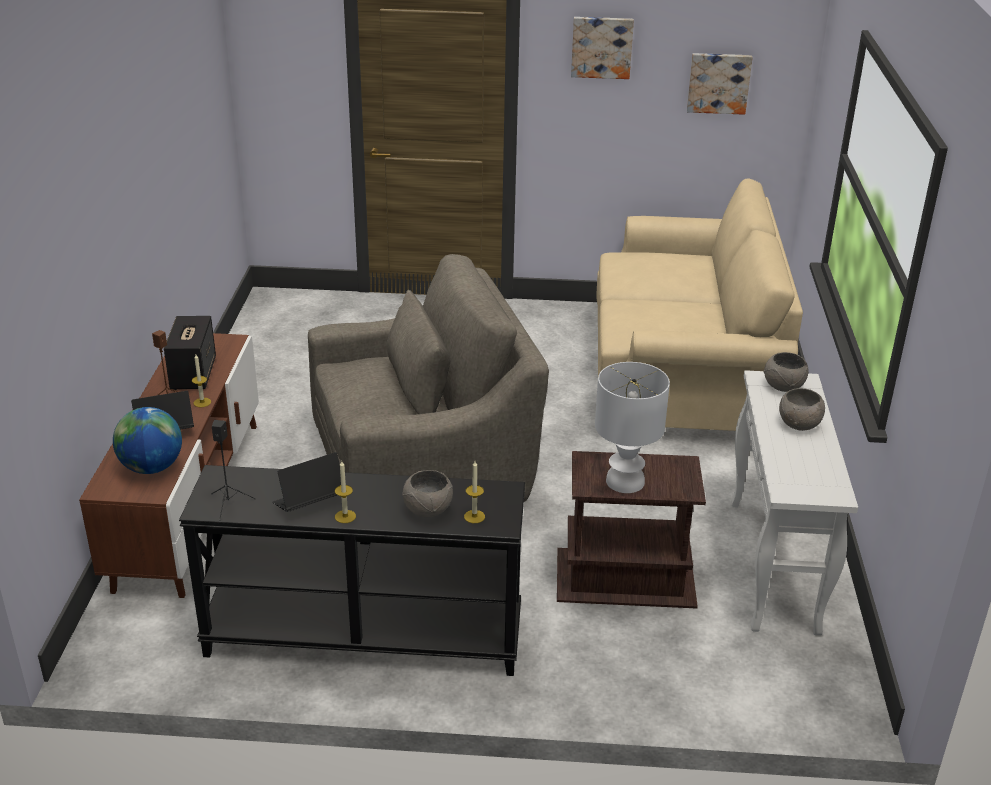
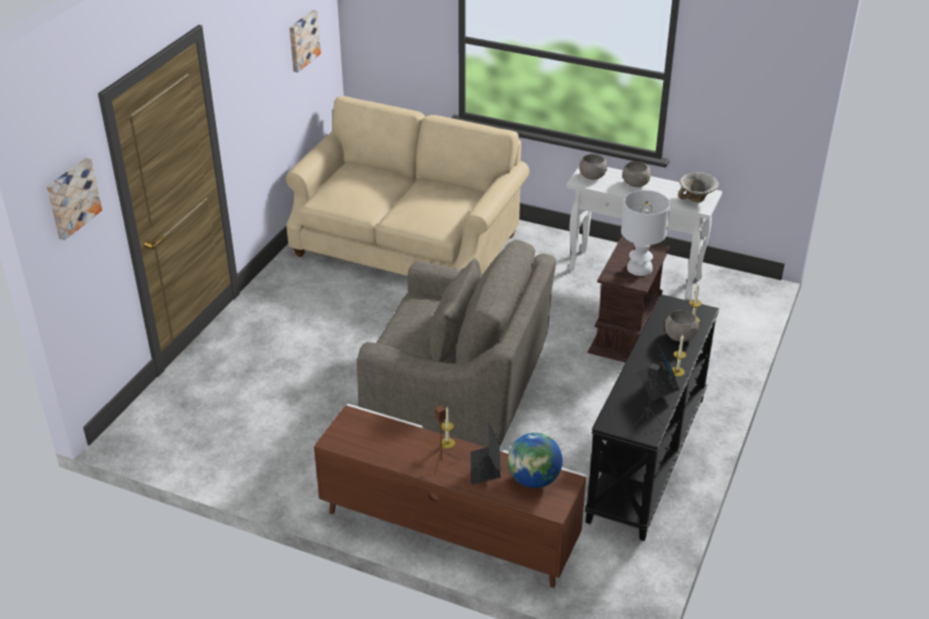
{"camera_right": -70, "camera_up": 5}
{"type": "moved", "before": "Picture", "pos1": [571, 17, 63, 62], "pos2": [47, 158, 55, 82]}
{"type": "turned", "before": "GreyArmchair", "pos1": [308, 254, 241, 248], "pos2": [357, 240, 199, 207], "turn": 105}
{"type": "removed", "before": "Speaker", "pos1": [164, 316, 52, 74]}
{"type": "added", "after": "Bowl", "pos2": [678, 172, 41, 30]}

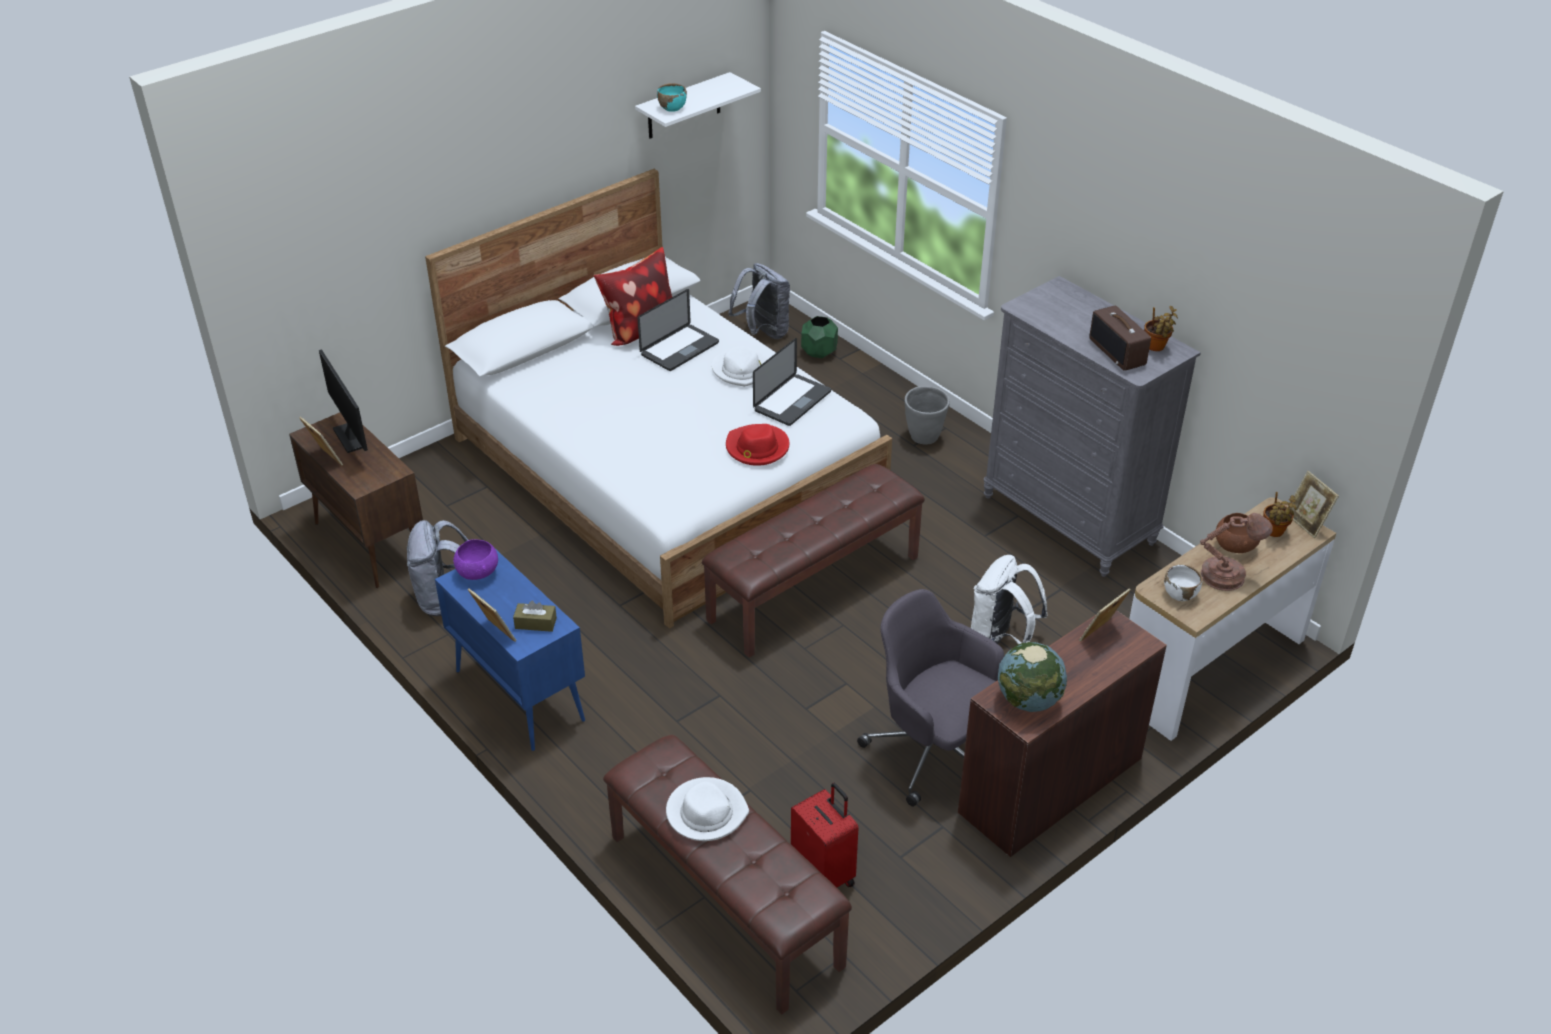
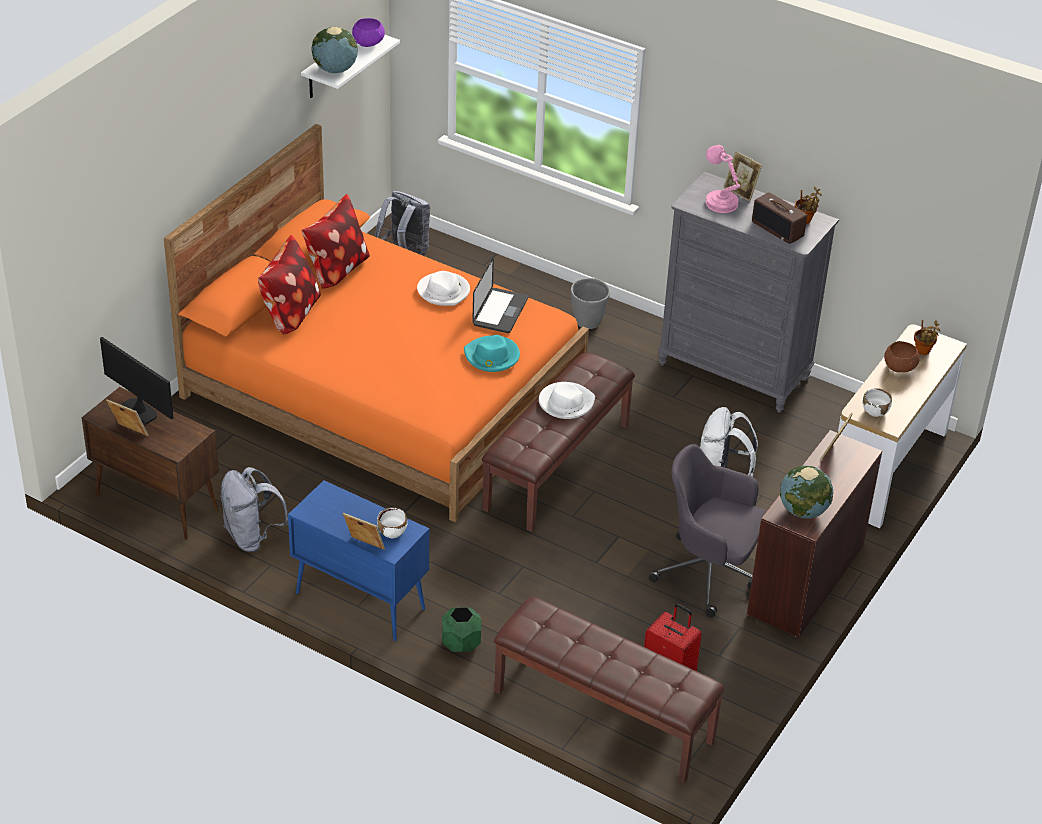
{"camera_right": -20, "camera_up": 0}
{"type": "replaced", "before": "TurquoiseBowl", "after": "Globe", "pos1": [657, 83, 30, 29], "pos2": [311, 27, 47, 46]}
{"type": "recoloured", "before": "WhiteBed", "after": "OrangeBed", "pos1": [425, 169, 467, 460], "pos2": [164, 124, 425, 398]}
{"type": "removed", "before": "Laptop", "pos1": [637, 289, 82, 82]}
{"type": "moved", "before": "GreenPlanter", "pos1": [801, 316, 37, 42], "pos2": [442, 607, 39, 45]}
{"type": "recoloured", "before": "RedHat", "after": "TurquoiseHat", "pos1": [726, 424, 63, 42], "pos2": [464, 335, 56, 37]}
{"type": "moved", "before": "PictureFrame", "pos1": [1290, 471, 49, 67], "pos2": [724, 151, 38, 50]}
{"type": "removed", "before": "BrownTableLamp", "pos1": [1200, 513, 73, 78]}
{"type": "moved", "before": "PurpleBowl", "pos1": [453, 539, 45, 41], "pos2": [352, 18, 33, 29]}
{"type": "replaced", "before": "BrownTissueBox", "after": "WhiteBowl", "pos1": [513, 600, 44, 32], "pos2": [377, 507, 30, 31]}
{"type": "moved", "before": "WhiteHat", "pos1": [666, 777, 83, 64], "pos2": [539, 382, 56, 37]}
{"type": "added", "after": "PinkTableLamp", "pos2": [706, 145, 34, 68]}
{"type": "added", "after": "Pillow", "pos2": [258, 235, 63, 99]}

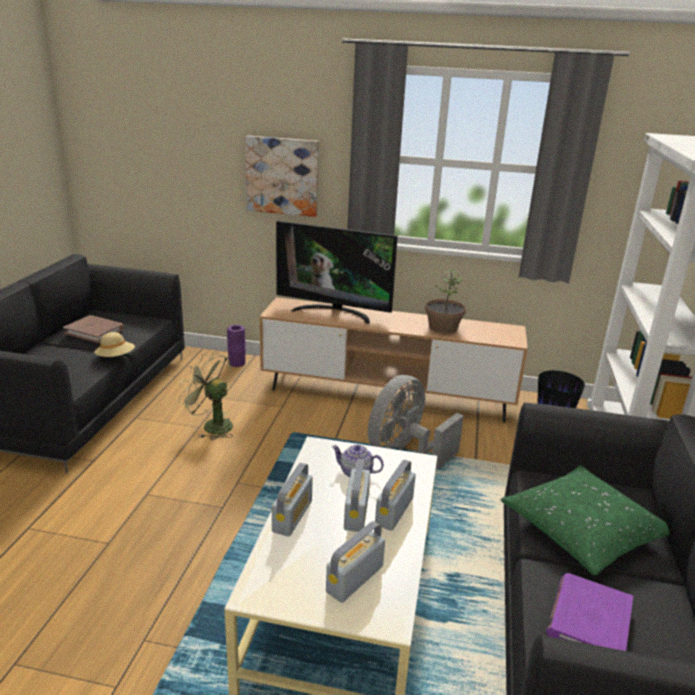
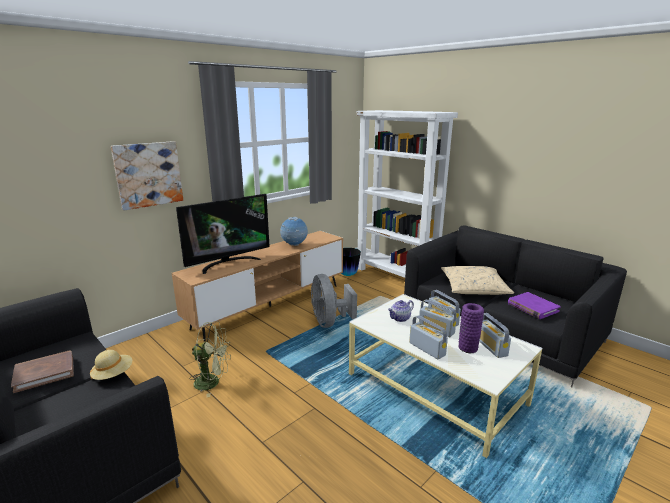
{"camera_right": -55, "camera_up": -5}
{"type": "replaced", "before": "PottedPlant", "after": "Globe", "pos1": [425, 270, 41, 63], "pos2": [280, 217, 28, 29]}
{"type": "moved", "before": "PurpleVase", "pos1": [227, 325, 19, 42], "pos2": [458, 303, 26, 50]}
{"type": "turned", "before": "GreenFan", "pos1": [178, 352, 55, 88], "pos2": [189, 322, 42, 75], "turn": -150}
{"type": "recoloured", "before": "GreenPillow", "after": "BeigePillow", "pos1": [501, 465, 169, 110], "pos2": [441, 266, 73, 29]}

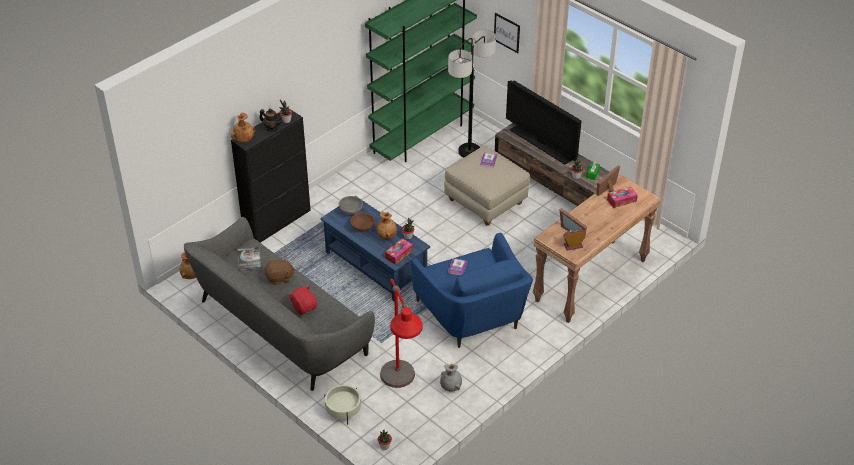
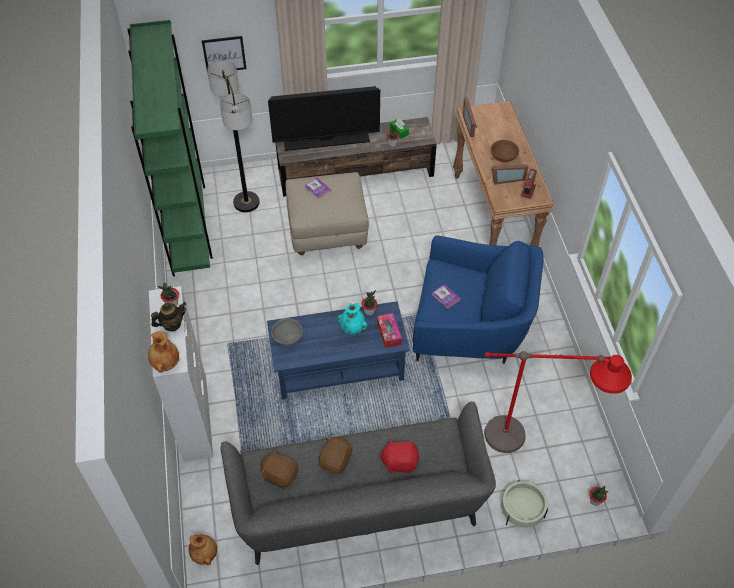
{"camera_right": -55, "camera_up": 10}
{"type": "recoloured", "before": "BlackCabinet", "after": "WhiteCabinet", "pos1": [231, 111, 80, 132], "pos2": [149, 286, 64, 176]}
{"type": "removed", "before": "TissueBox", "pos1": [607, 187, 31, 21]}
{"type": "recoloured", "before": "BrownVase", "after": "TurquoiseVase", "pos1": [376, 211, 21, 28], "pos2": [337, 303, 31, 32]}
{"type": "moved", "before": "BrownBowl", "pos1": [350, 213, 25, 19], "pos2": [491, 140, 28, 22]}
{"type": "replaced", "before": "Book", "after": "BrownPlushToy", "pos1": [238, 247, 23, 23], "pos2": [260, 449, 38, 40]}
{"type": "removed", "before": "GreyVase", "pos1": [440, 364, 22, 28]}

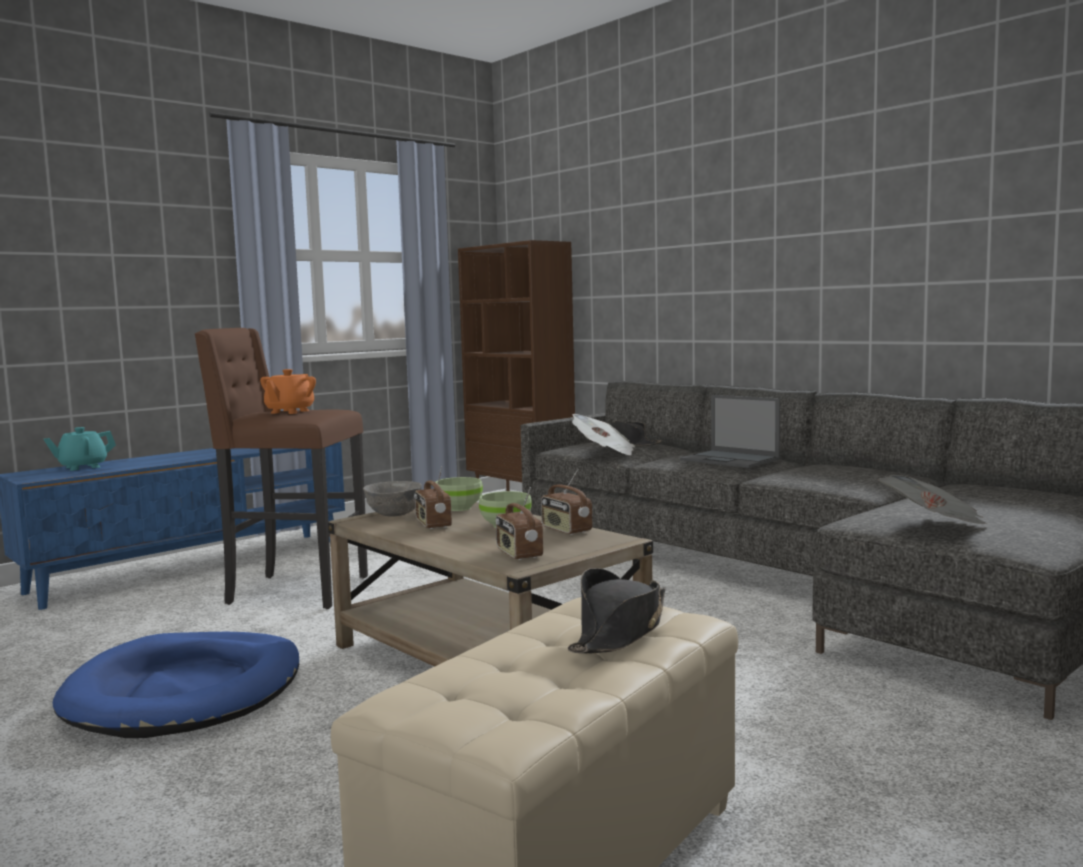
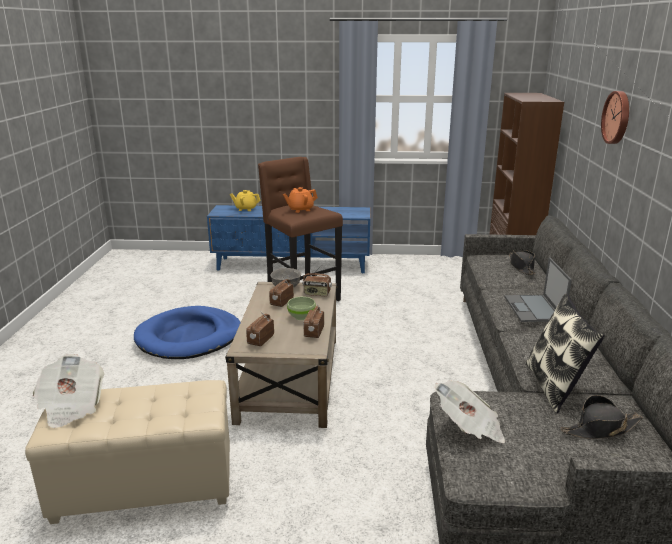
{"camera_right": 45, "camera_up": 15}
{"type": "moved", "before": "Newspaper", "pos1": [572, 414, 63, 41], "pos2": [33, 354, 71, 74]}
{"type": "recoloured", "before": "TurquoiseTeapot", "after": "YellowTeapot", "pos1": [43, 427, 73, 44], "pos2": [230, 190, 31, 21]}
{"type": "replaced", "before": "GreenBowl", "after": "Radio", "pos1": [436, 477, 47, 34], "pos2": [302, 265, 30, 31]}
{"type": "moved", "before": "BlackHat", "pos1": [568, 568, 97, 86], "pos2": [560, 395, 83, 44]}
{"type": "added", "after": "WallClock", "pos2": [601, 91, 28, 53]}
{"type": "added", "after": "Pillow", "pos2": [526, 294, 79, 119]}

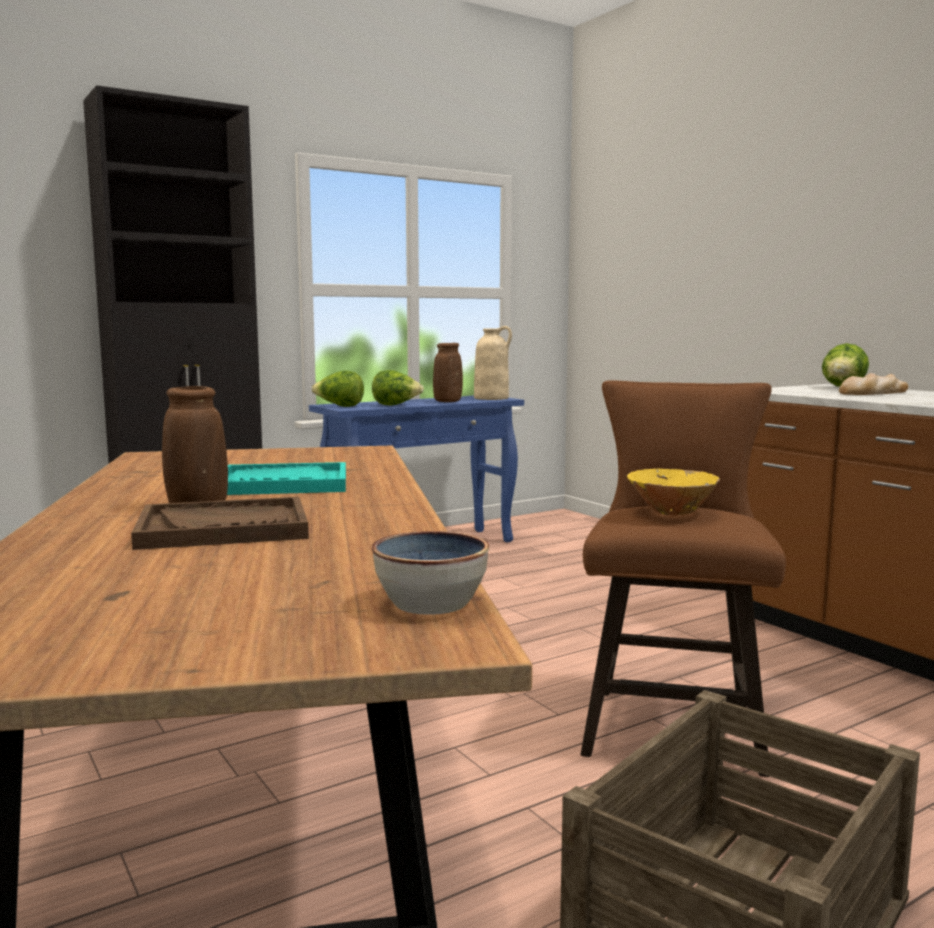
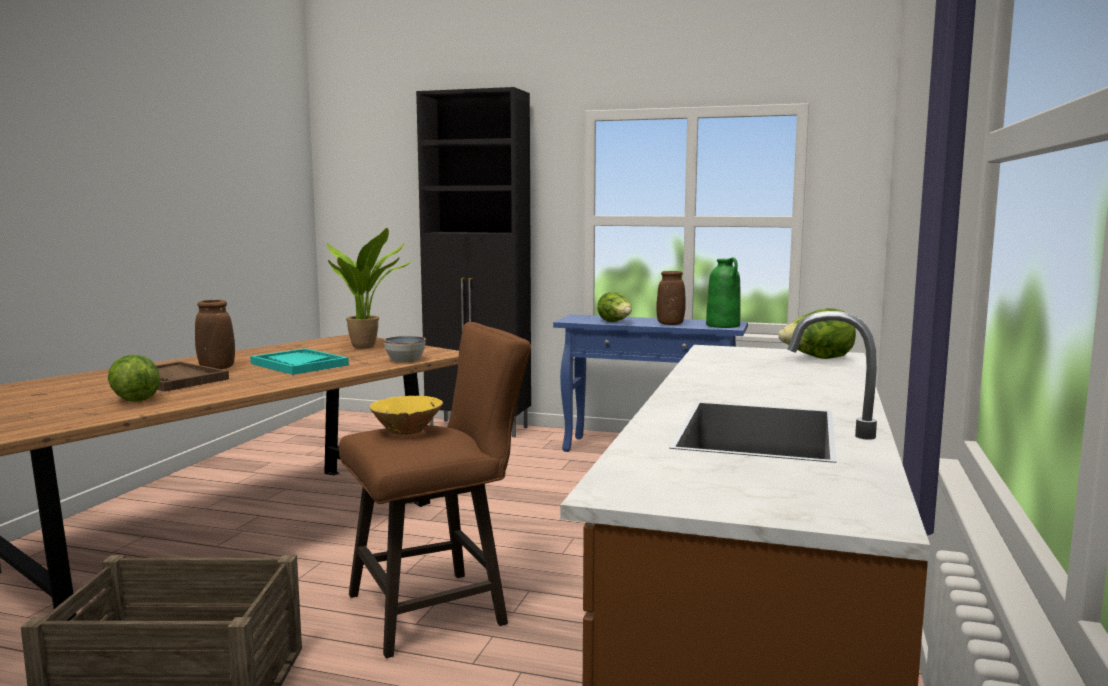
{"camera_right": 50, "camera_up": 0}
{"type": "recoloured", "before": "BeigeVase", "after": "GreenVase", "pos1": [474, 326, 38, 74], "pos2": [706, 257, 35, 71]}
{"type": "moved", "before": "Lettuce", "pos1": [311, 371, 53, 36], "pos2": [108, 355, 52, 47]}
{"type": "removed", "before": "Bread", "pos1": [839, 373, 69, 22]}
{"type": "moved", "before": "Bowl", "pos1": [372, 531, 117, 84], "pos2": [384, 336, 42, 27]}
{"type": "added", "after": "PottedPlant", "pos2": [327, 228, 86, 121]}

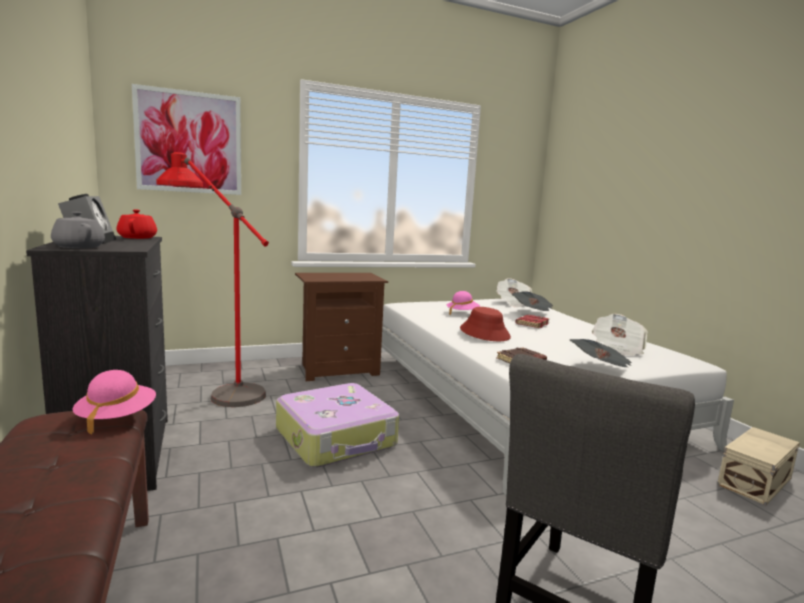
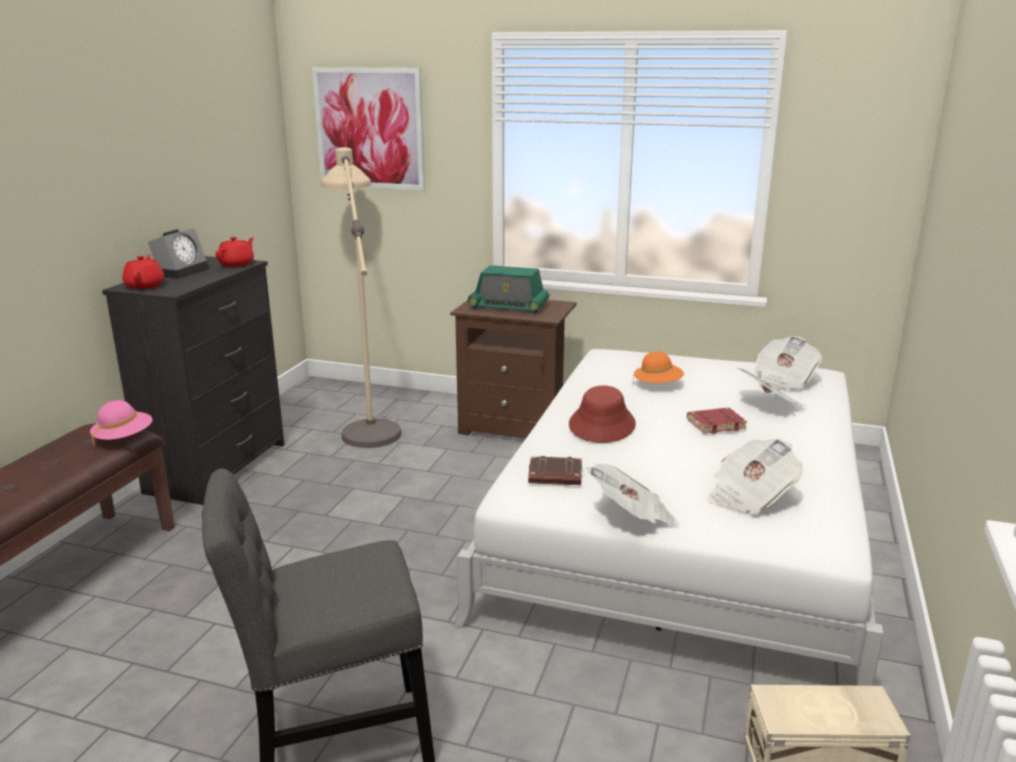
{"camera_right": 40, "camera_up": 10}
{"type": "recoloured", "before": "RedFloorLamp", "after": "BeigeFloorLamp", "pos1": [156, 152, 113, 255], "pos2": [321, 147, 81, 301]}
{"type": "recoloured", "before": "GreyTeapot", "after": "RedTeapot", "pos1": [51, 212, 54, 36], "pos2": [122, 255, 43, 34]}
{"type": "recoloured", "before": "PinkHat", "after": "OrangeHat", "pos1": [447, 291, 33, 24], "pos2": [633, 351, 51, 32]}
{"type": "removed", "before": "Suitcase", "pos1": [276, 383, 123, 84]}
{"type": "added", "after": "Radio", "pos2": [468, 265, 81, 49]}

